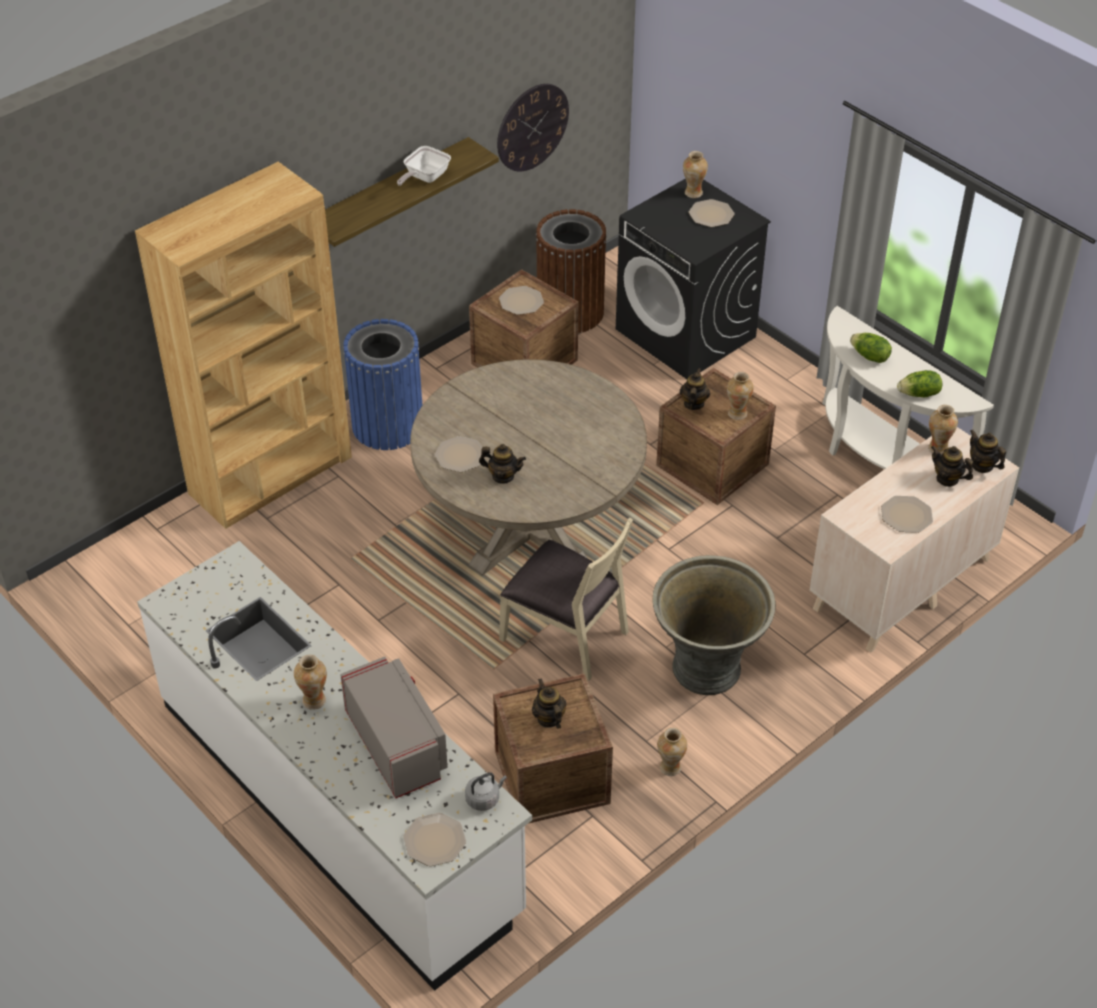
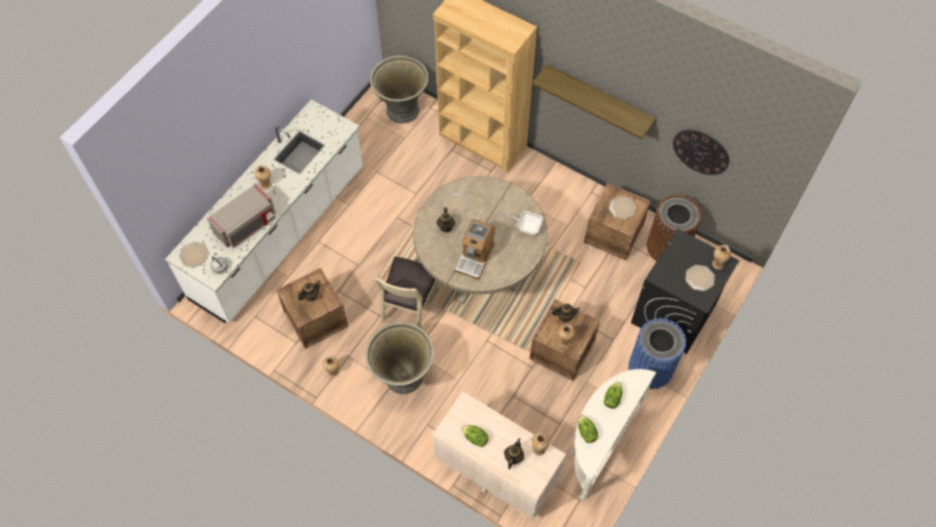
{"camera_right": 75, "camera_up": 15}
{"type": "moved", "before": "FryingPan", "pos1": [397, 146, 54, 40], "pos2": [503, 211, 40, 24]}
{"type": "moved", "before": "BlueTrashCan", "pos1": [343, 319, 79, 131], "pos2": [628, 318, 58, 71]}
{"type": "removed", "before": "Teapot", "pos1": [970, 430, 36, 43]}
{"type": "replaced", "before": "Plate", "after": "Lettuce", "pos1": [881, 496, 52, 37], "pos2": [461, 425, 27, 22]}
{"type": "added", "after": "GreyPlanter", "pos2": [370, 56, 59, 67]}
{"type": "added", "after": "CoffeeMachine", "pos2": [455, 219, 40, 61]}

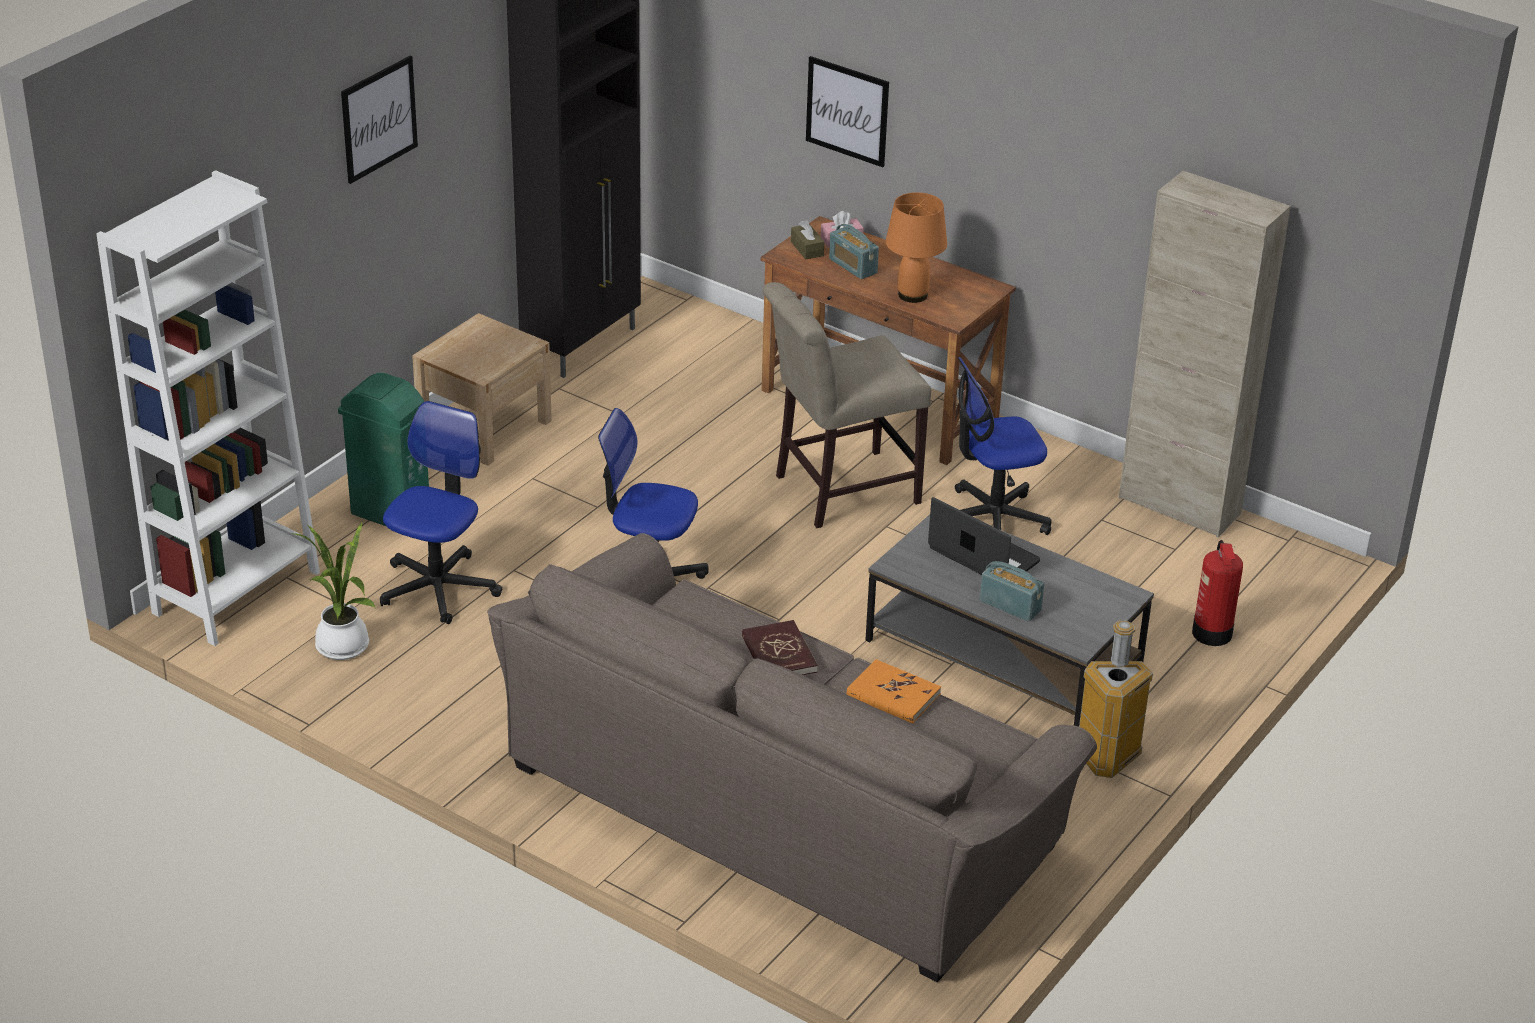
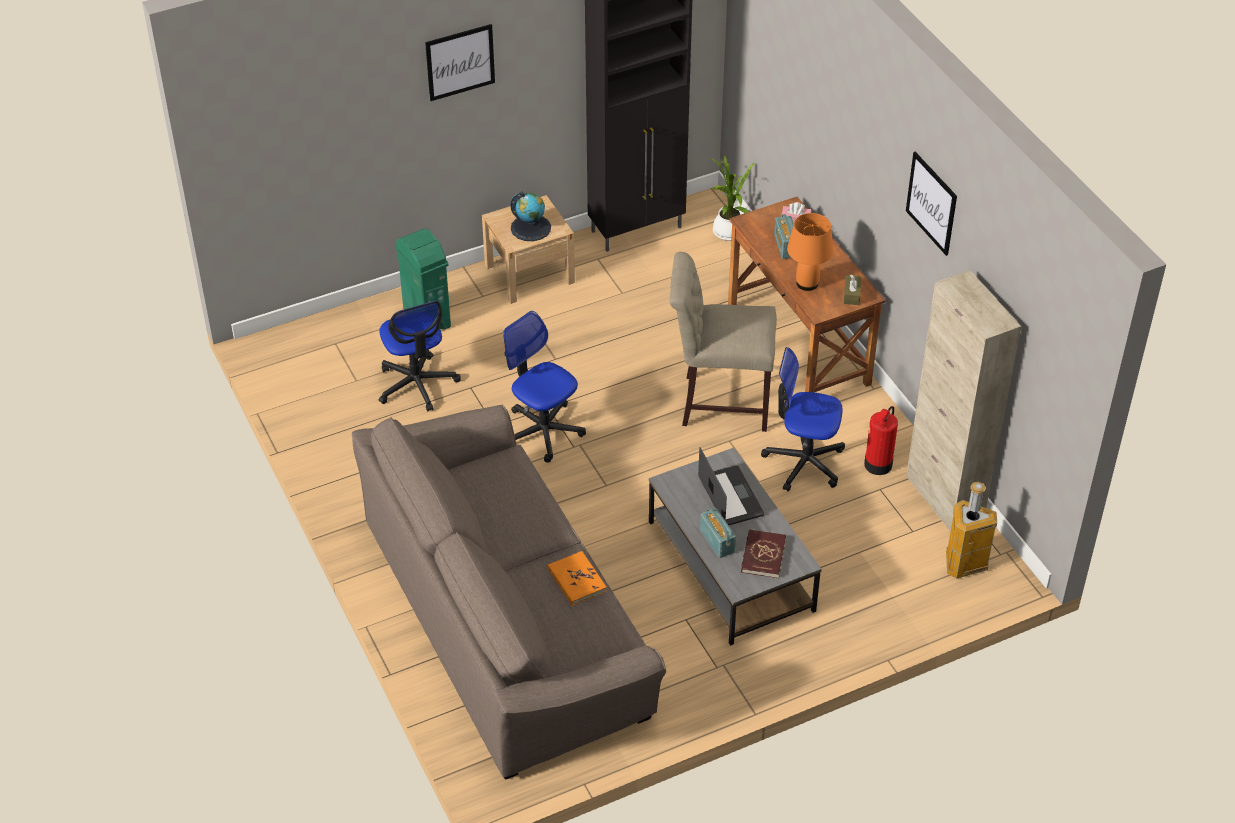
{"camera_right": 30, "camera_up": 10}
{"type": "moved", "before": "Picture", "pos1": [806, 56, 83, 111], "pos2": [906, 152, 51, 104]}
{"type": "removed", "before": "WhiteBookcase", "pos1": [96, 170, 224, 476]}
{"type": "moved", "before": "BrownTissueBox", "pos1": [791, 220, 33, 39], "pos2": [844, 275, 18, 30]}
{"type": "turned", "before": "OfficeChair", "pos1": [380, 401, 122, 223], "pos2": [379, 301, 82, 110], "turn": 105}
{"type": "moved", "before": "PottedPlant", "pos1": [291, 521, 85, 139], "pos2": [710, 156, 44, 85]}
{"type": "moved", "before": "FireExtinguisher", "pos1": [1192, 540, 51, 106], "pos2": [864, 406, 34, 69]}
{"type": "moved", "before": "RedBook", "pos1": [742, 620, 76, 55], "pos2": [741, 529, 45, 49]}
{"type": "moved", "before": "TrashCan", "pos1": [1079, 621, 74, 157], "pos2": [946, 482, 51, 97]}
{"type": "added", "after": "Globe", "pos2": [510, 192, 41, 49]}

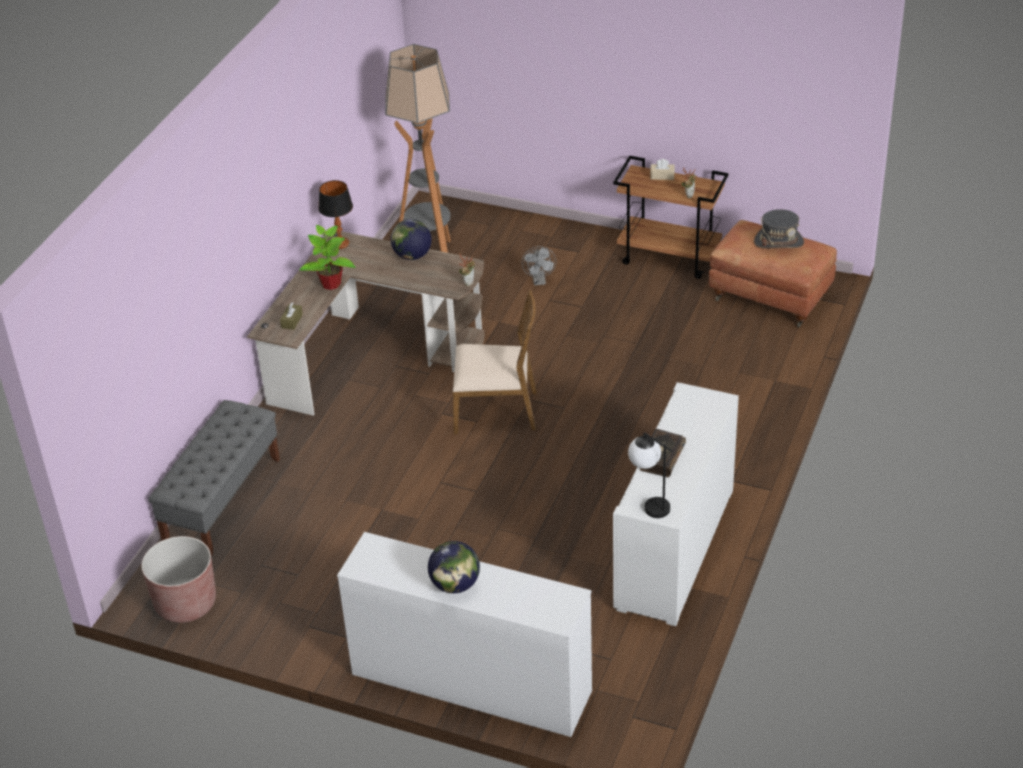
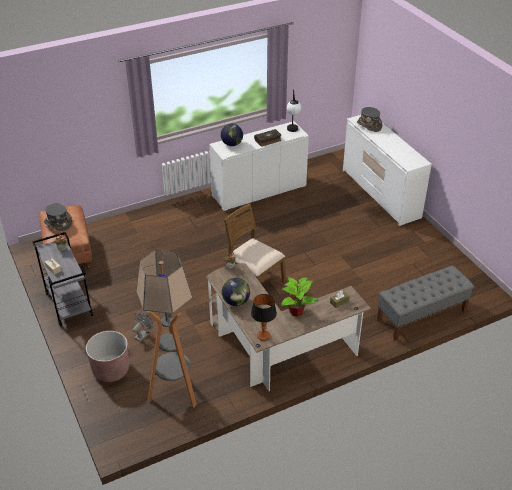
{"camera_right": -140, "camera_up": 0}
{"type": "recoloured", "before": "BrownCart", "after": "GreyCart", "pos1": [613, 156, 116, 123], "pos2": [32, 232, 61, 95]}
{"type": "moved", "before": "BrownPlanter", "pos1": [141, 536, 75, 87], "pos2": [86, 331, 43, 51]}
{"type": "moved", "before": "Globe", "pos1": [428, 541, 52, 52], "pos2": [221, 123, 22, 23]}
{"type": "added", "after": "GreyHat", "pos2": [357, 107, 25, 25]}

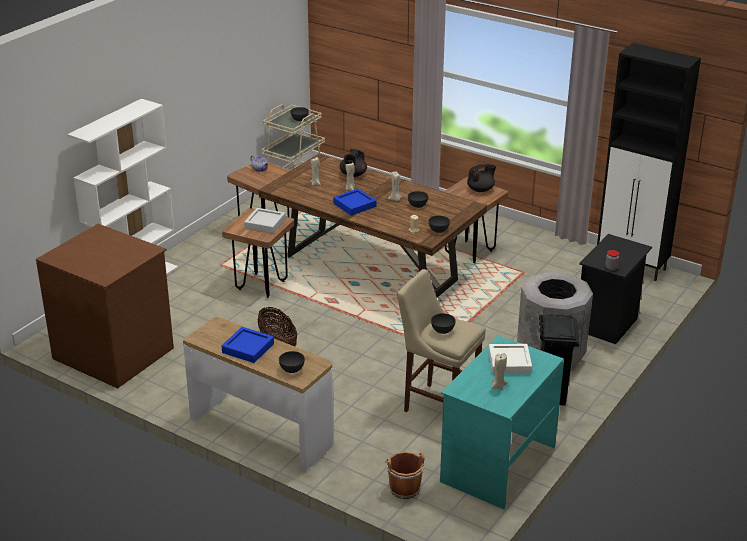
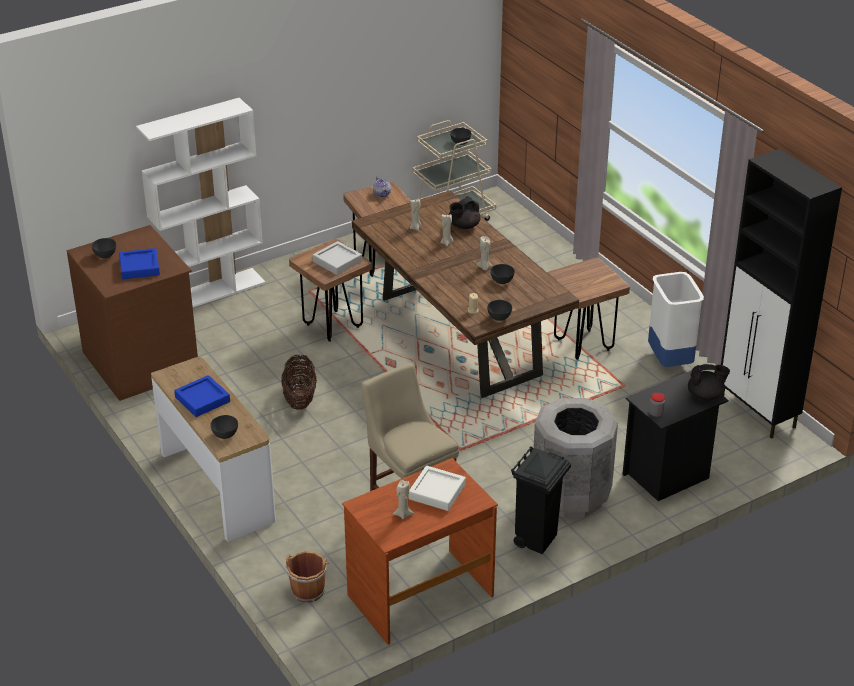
{"camera_right": 25, "camera_up": 5}
{"type": "moved", "before": "BlackTeapot", "pos1": [467, 164, 29, 28], "pos2": [688, 364, 42, 37]}
{"type": "moved", "before": "BlueTray", "pos1": [333, 189, 44, 26], "pos2": [119, 248, 41, 31]}
{"type": "moved", "before": "GreyBowl", "pos1": [431, 313, 25, 21], "pos2": [92, 238, 24, 20]}
{"type": "recoloured", "before": "TurquoiseDesk", "after": "BrownDesk", "pos1": [440, 335, 124, 174], "pos2": [342, 458, 156, 187]}
{"type": "added", "after": "WhiteTrashCan", "pos2": [648, 272, 56, 95]}

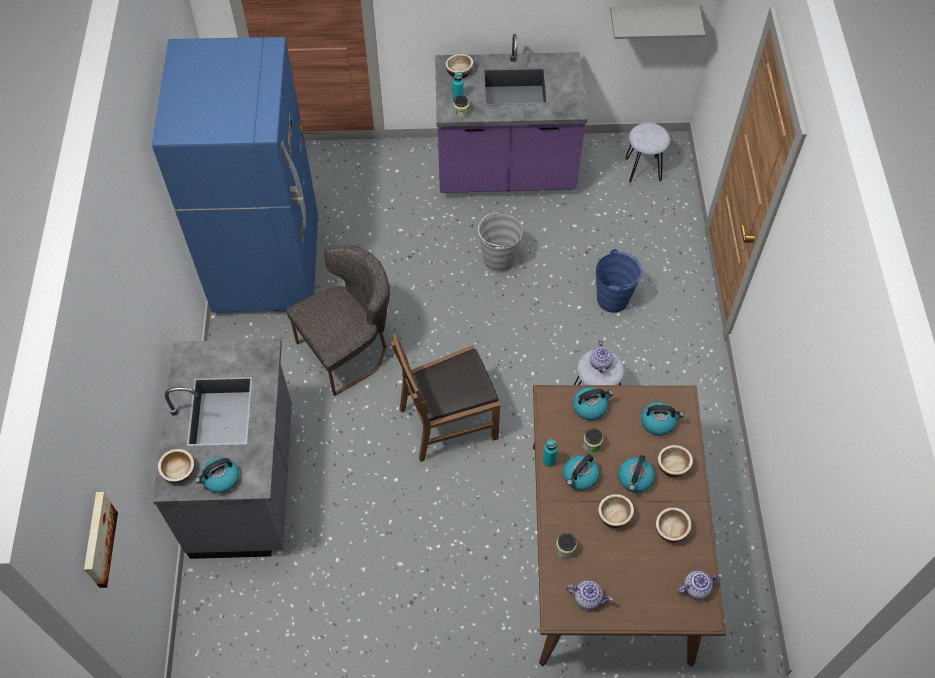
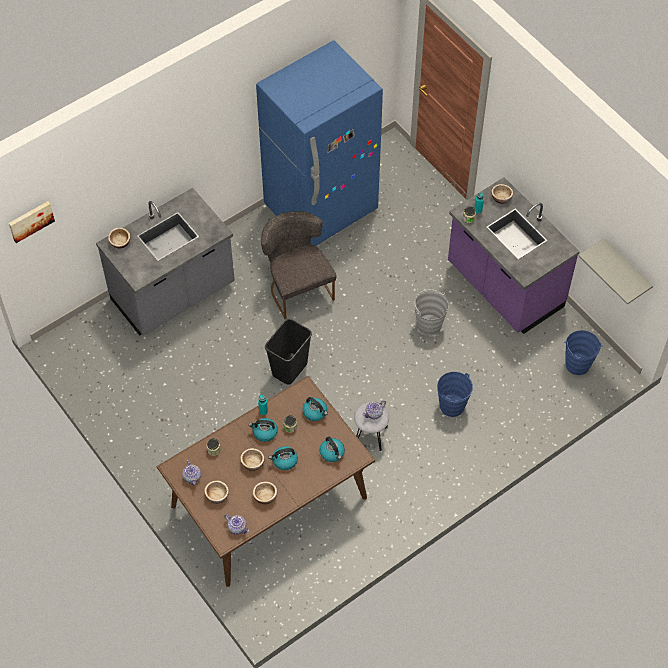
{"camera_right": 55, "camera_up": 0}
{"type": "replaced", "before": "GreyStool", "after": "BlueBucket", "pos1": [625, 123, 45, 60], "pos2": [564, 330, 39, 45]}
{"type": "turned", "before": "GreyChair", "pos1": [286, 245, 104, 151], "pos2": [261, 211, 76, 108], "turn": -135}
{"type": "replaced", "before": "BrownChair", "after": "BlackTrashCan", "pos1": [391, 334, 109, 128], "pos2": [265, 319, 47, 66]}
{"type": "moved", "before": "Bowl", "pos1": [658, 445, 35, 33], "pos2": [204, 481, 25, 23]}
{"type": "removed", "before": "Kettle", "pos1": [195, 457, 44, 36]}

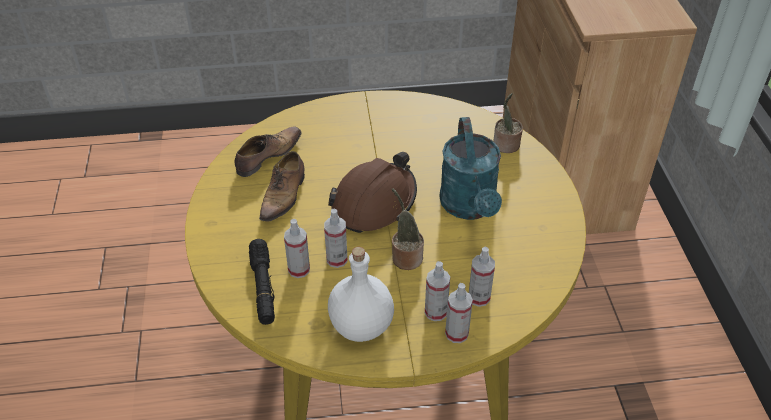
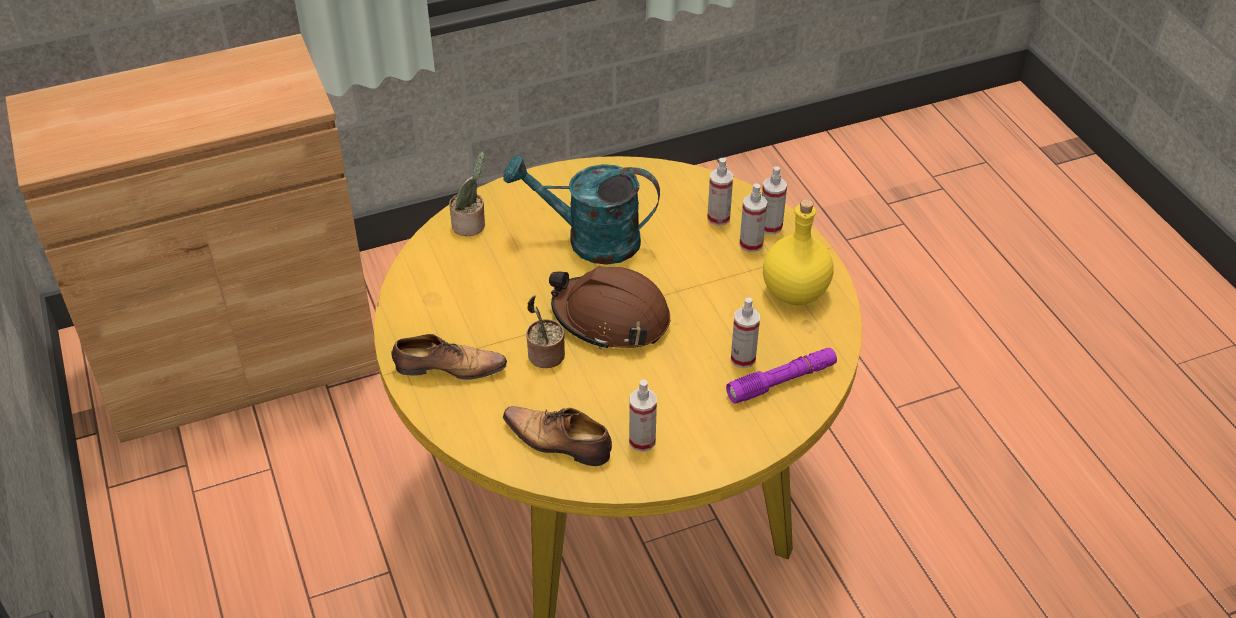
{"camera_right": -105, "camera_up": 0}
{"type": "turned", "before": "TurquoiseWateringCan", "pos1": [439, 117, 63, 103], "pos2": [503, 155, 157, 110], "turn": -150}
{"type": "moved", "before": "Shoe", "pos1": [259, 151, 46, 70], "pos2": [392, 334, 115, 46]}
{"type": "moved", "before": "PottedPlant", "pos1": [392, 188, 32, 82], "pos2": [526, 295, 39, 73]}
{"type": "moved", "before": "SprayBottle", "pos1": [324, 209, 24, 59], "pos2": [629, 379, 28, 73]}
{"type": "recoloured", "before": "BlackFlashlight", "after": "PurpleFlashlight", "pos1": [249, 239, 26, 86], "pos2": [726, 348, 111, 55]}
{"type": "recoloured", "before": "WhiteBottle", "after": "YellowBottle", "pos1": [328, 247, 66, 95], "pos2": [763, 199, 71, 106]}

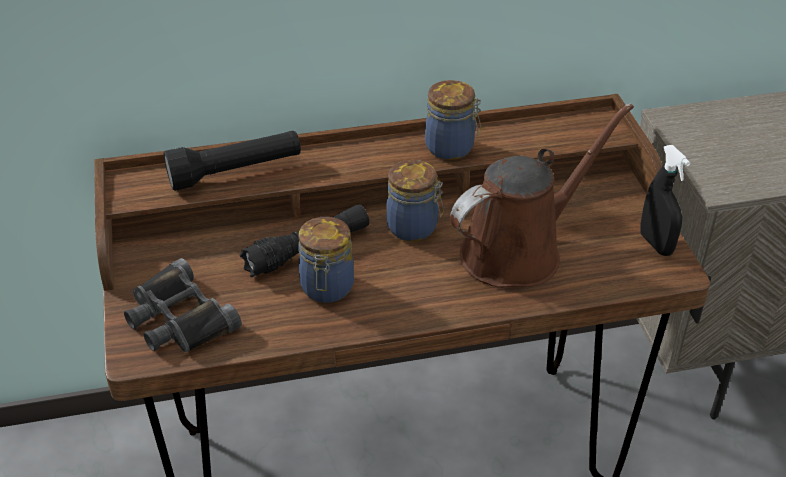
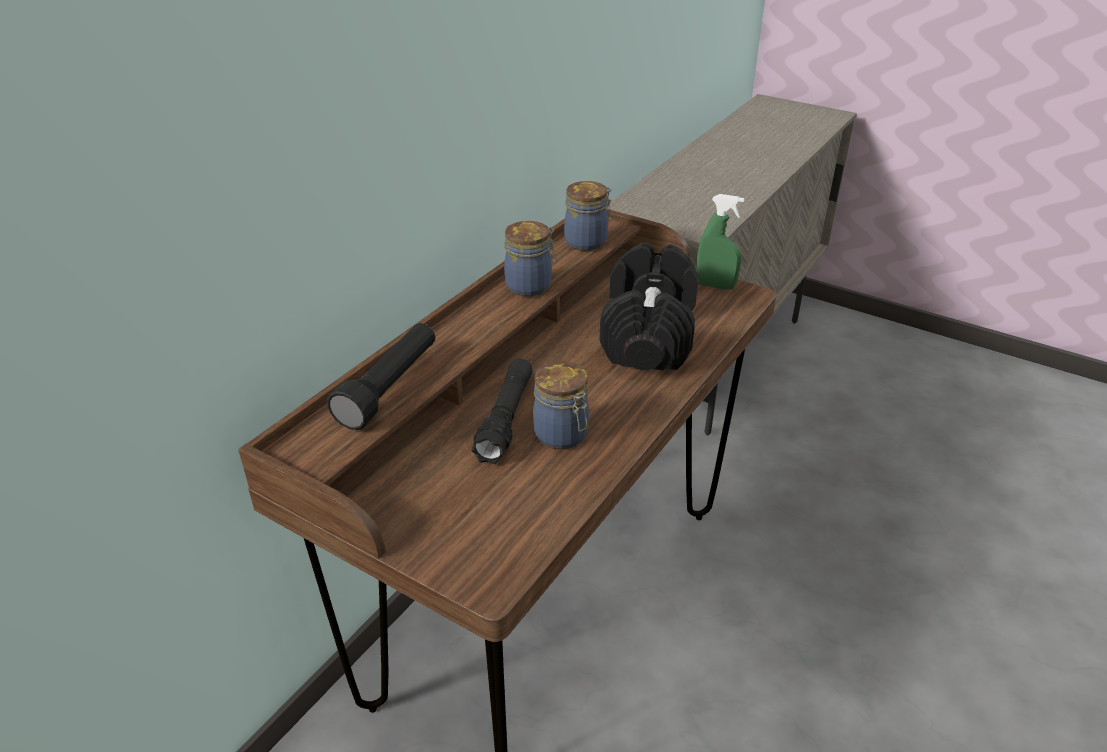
{"camera_right": -45, "camera_up": -5}
{"type": "replaced", "before": "BrownWateringCan", "after": "BlackDumbbell", "pos1": [450, 103, 184, 185], "pos2": [599, 242, 99, 128]}
{"type": "recoloured", "before": "BlackSprayBottle", "after": "GreenSprayBottle", "pos1": [641, 145, 49, 111], "pos2": [696, 194, 48, 96]}
{"type": "moved", "before": "Jar", "pos1": [386, 160, 58, 81], "pos2": [564, 181, 47, 70]}
{"type": "removed", "before": "BlackBinoculars", "pos1": [124, 258, 117, 95]}

